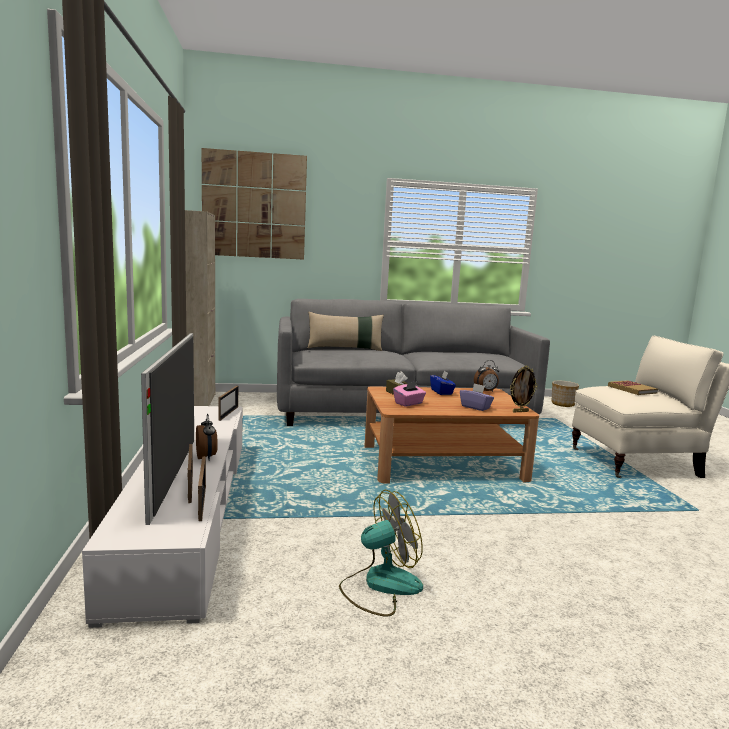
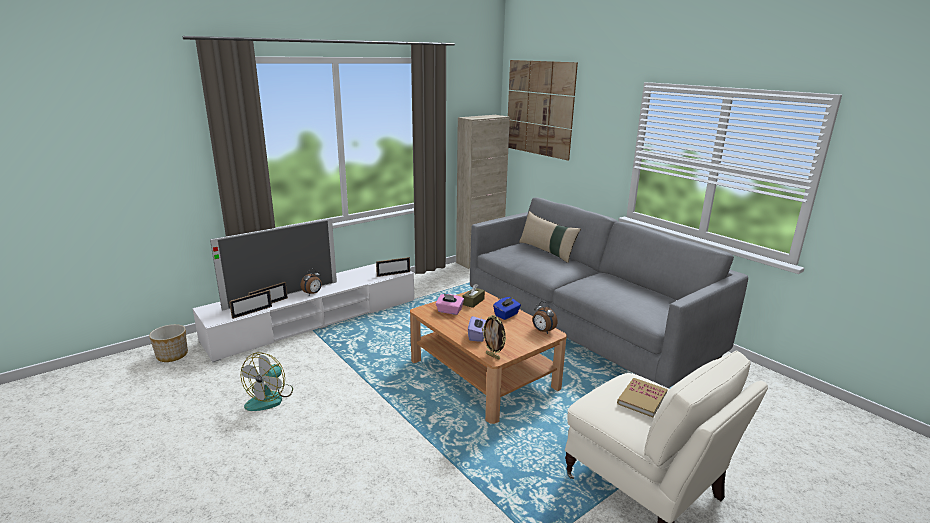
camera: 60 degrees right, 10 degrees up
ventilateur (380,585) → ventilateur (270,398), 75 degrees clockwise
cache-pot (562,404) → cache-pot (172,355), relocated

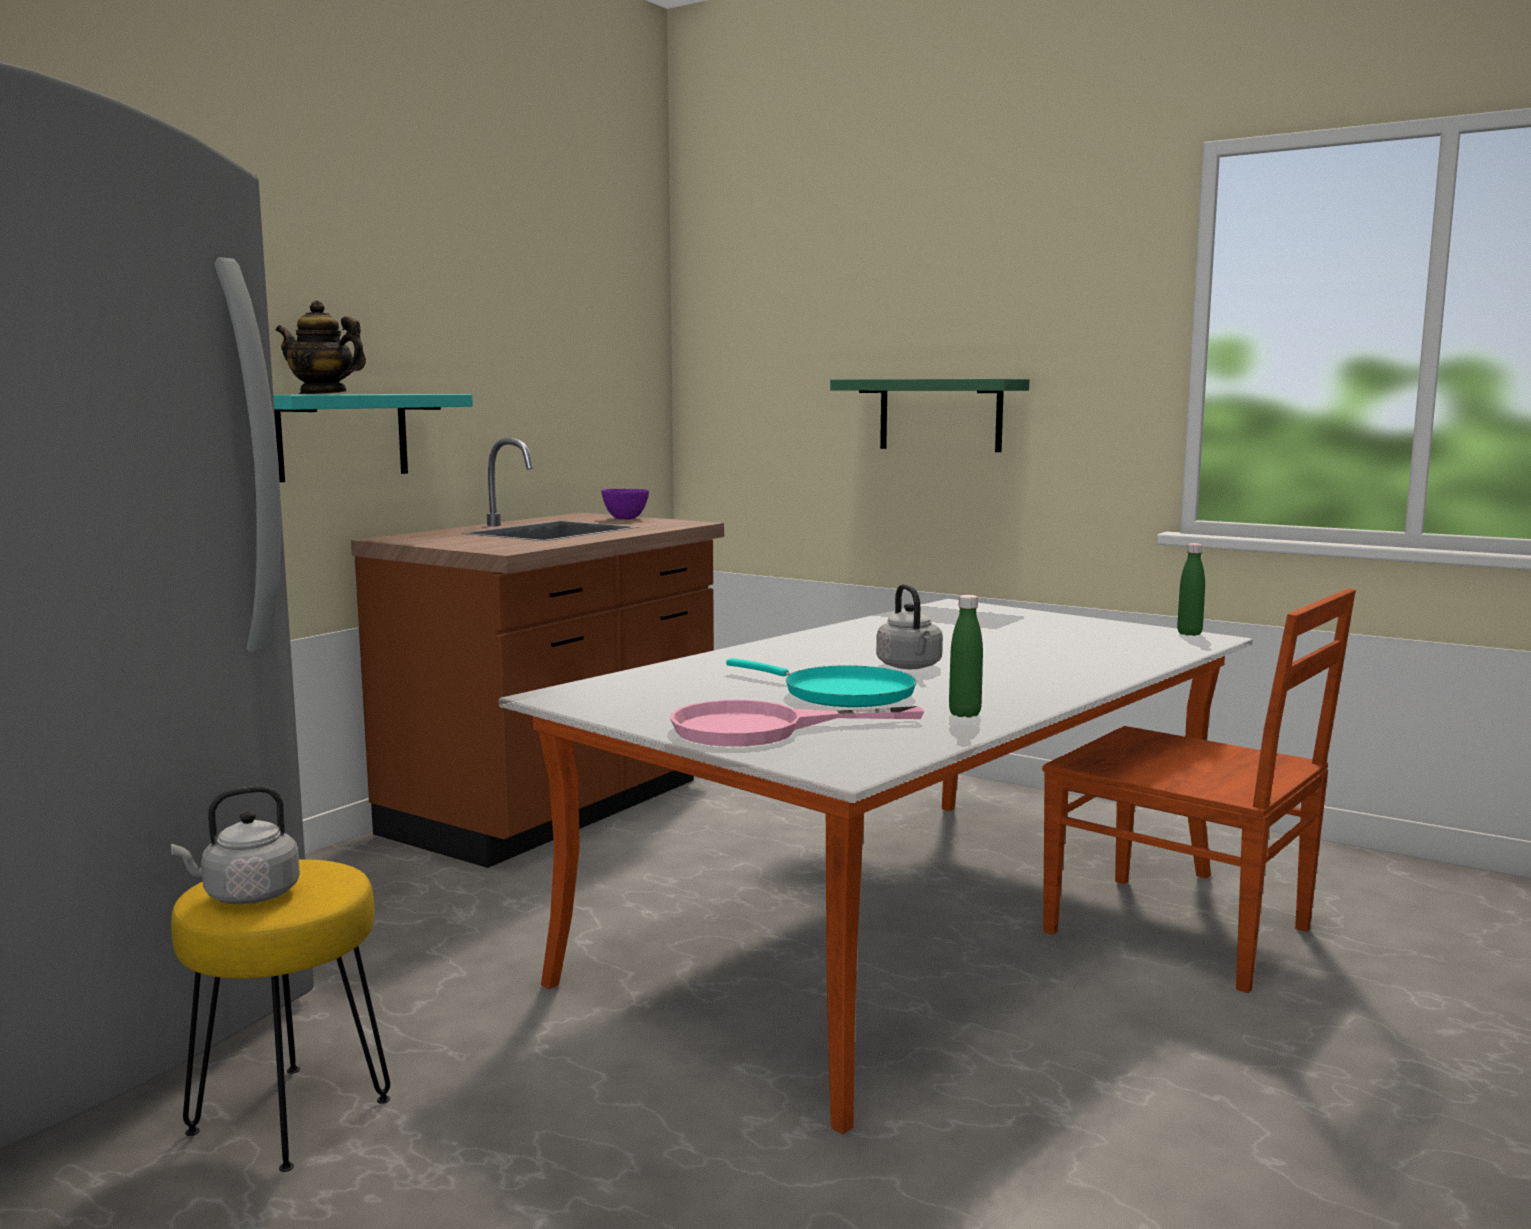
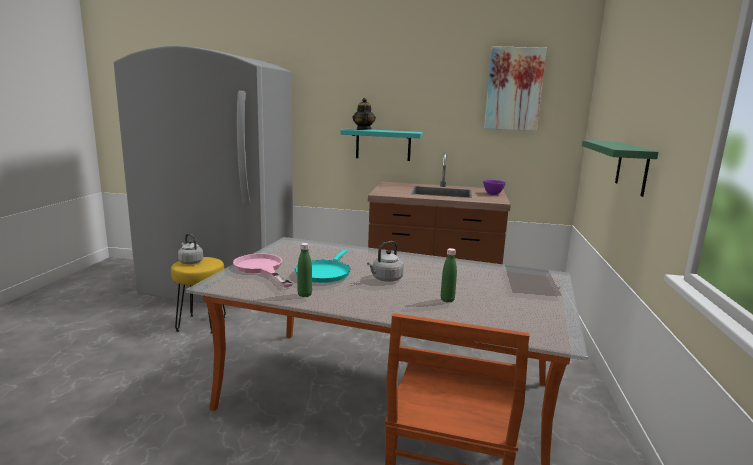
camera: 65 degrees right, 5 degrees up
bouteille (vert) (1189,633) → bouteille (vert) (447,300), relocated
- → tableau (514,89)

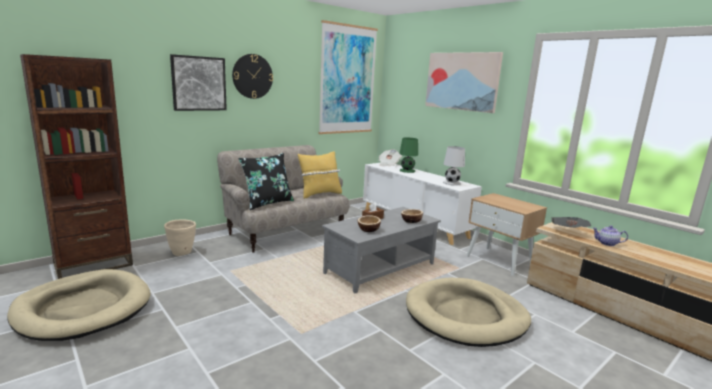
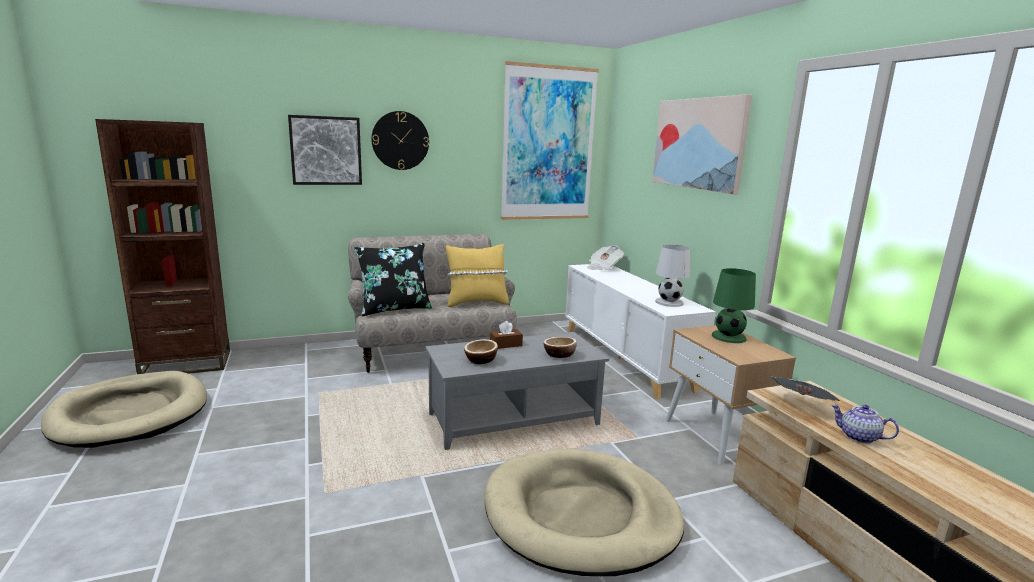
camera: 20 degrees right, 0 degrees up
cache-pot (beige) (182,252) → -
lampe de table (vert) (407,171) → lampe de table (vert) (728,337), relocated

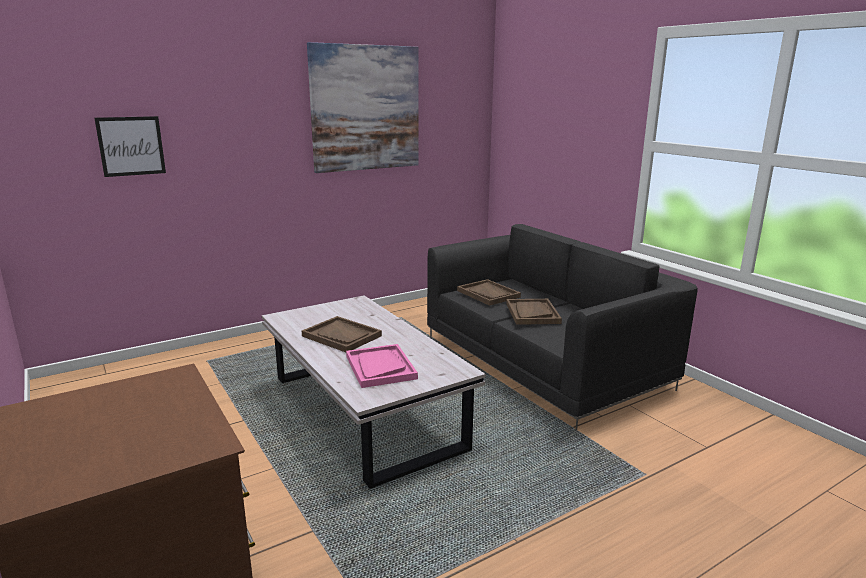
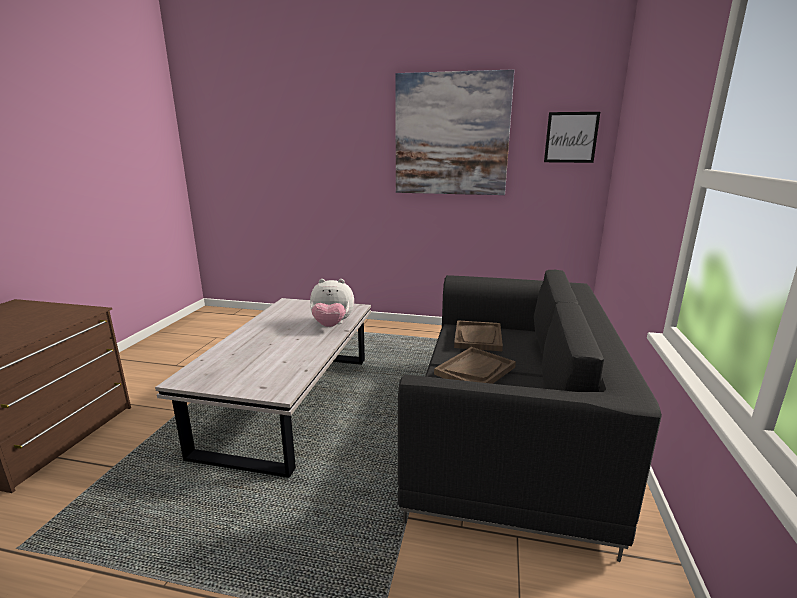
camera: 45 degrees right, 0 degrees up
tableau (131,146) → tableau (571,137), relocated
plateau (marron) (342,336) → -
plateau (rose) (380,367) → -
- → peluche (332,325)

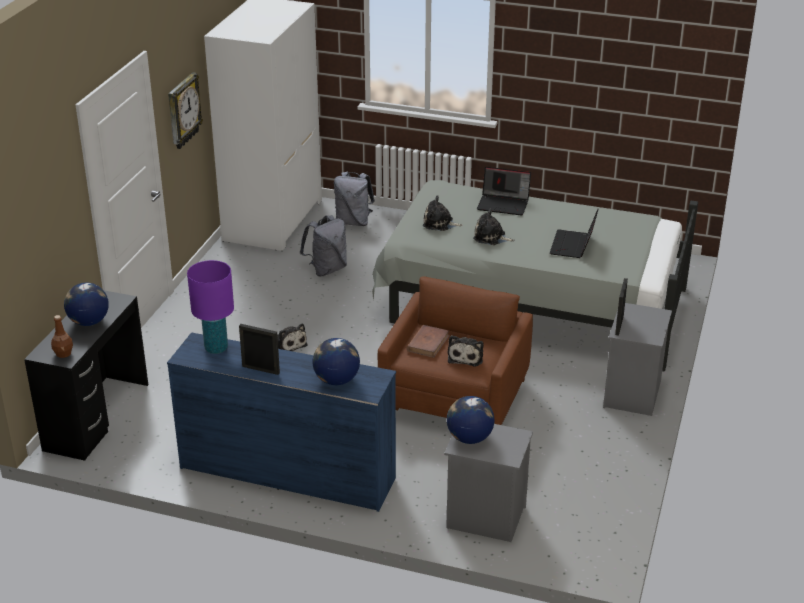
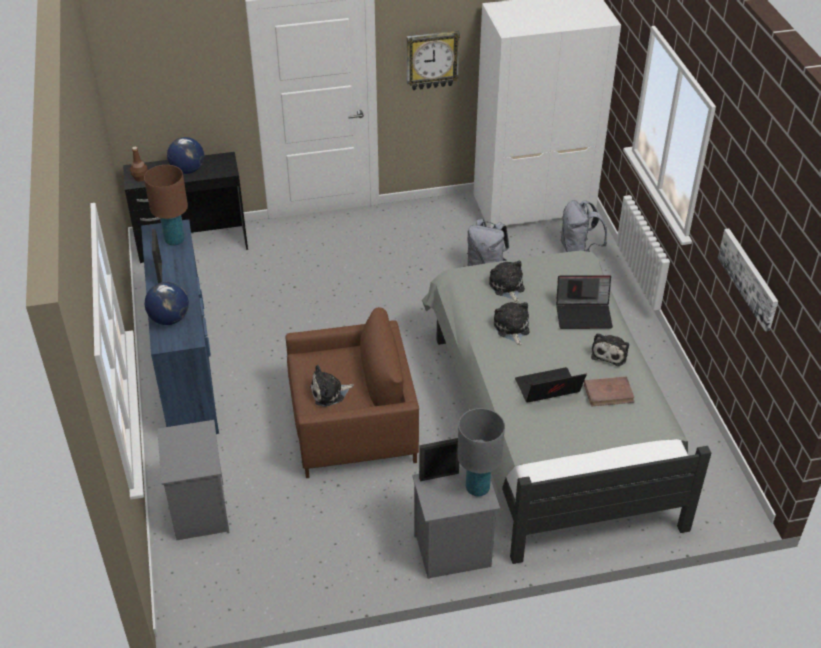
camera: 60 degrees right, 10 degrees up
lampe de table (violet) (216,348) → lampe de table (marron) (174,240)
peluche (288,344) → peluche (610,353), relocated
livre (marron) (428,343) → livre (marron) (608,393), relocated
globe (469,438) → -
ordinateur portable (504,204) → ordinateur portable (584,314), 75 degrees counterclockwise
- → lampe de table (gris) (477,488)
- → tableau (749,278)

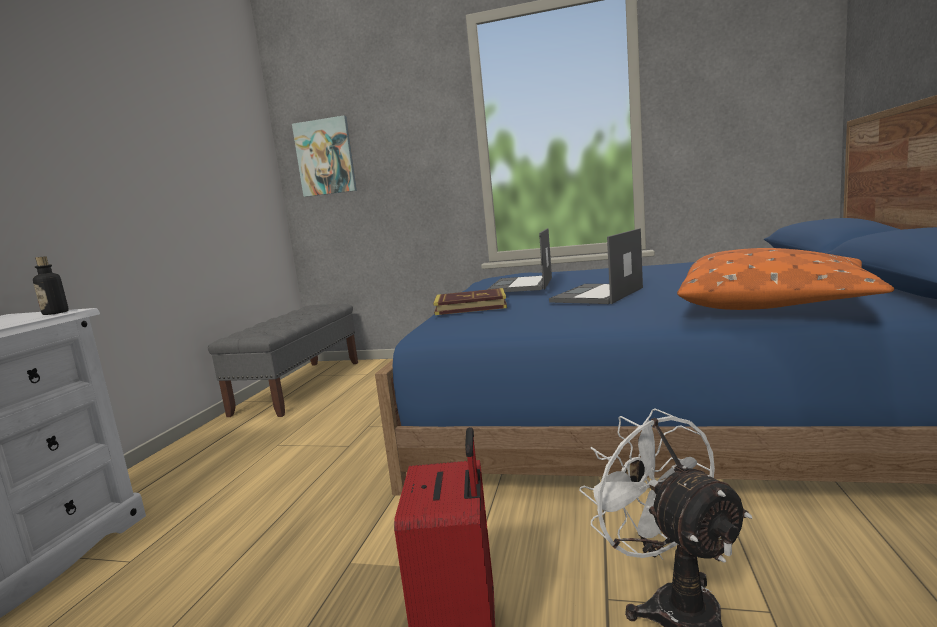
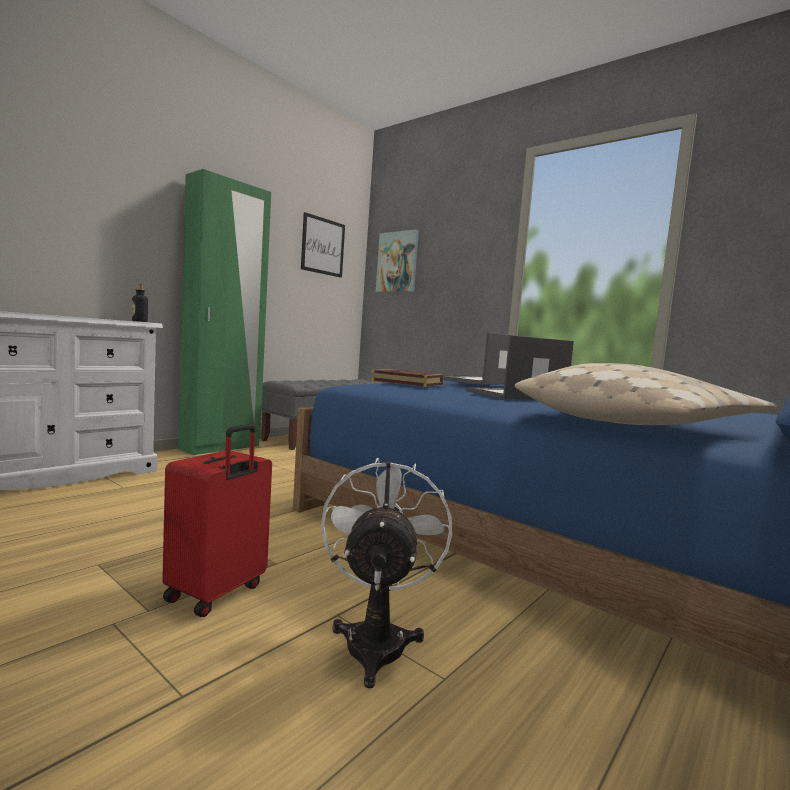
camera: 25 degrees right, 5 degrees down
coussin (orange) (774,304) → coussin (beige) (637,425)
- → armoire (vert) (220,447)
- → tableau (323,246)

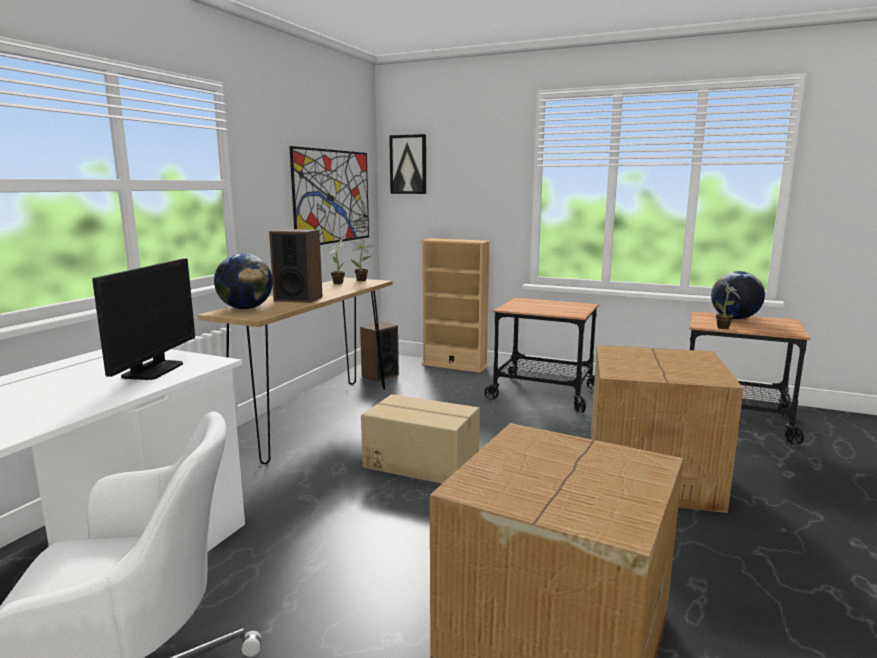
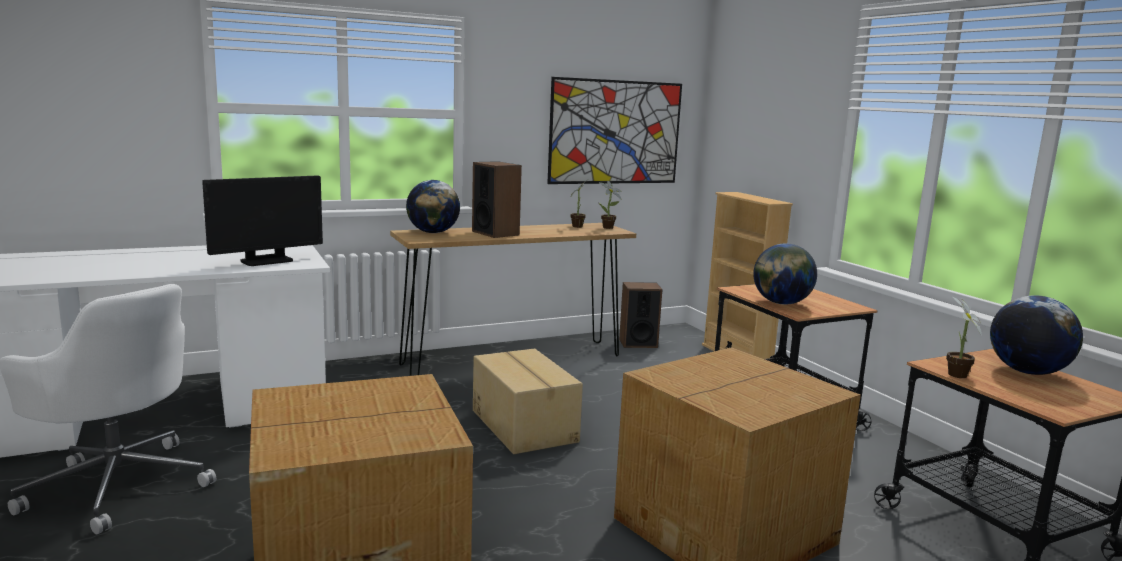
camera: 40 degrees right, 0 degrees up
tableau (408,164) → -
- → globe (781,303)

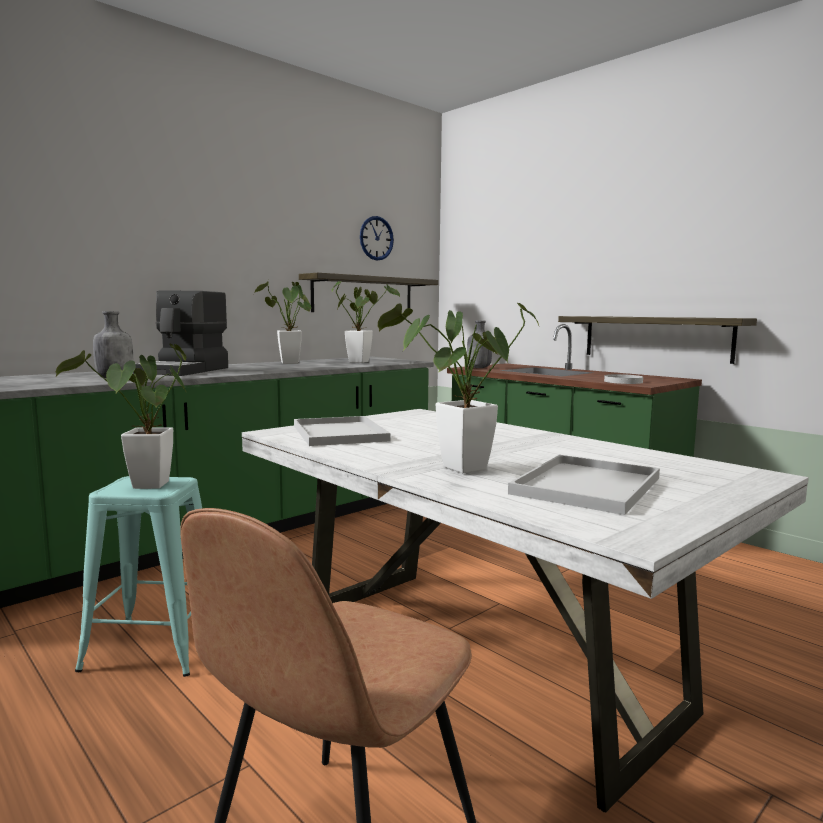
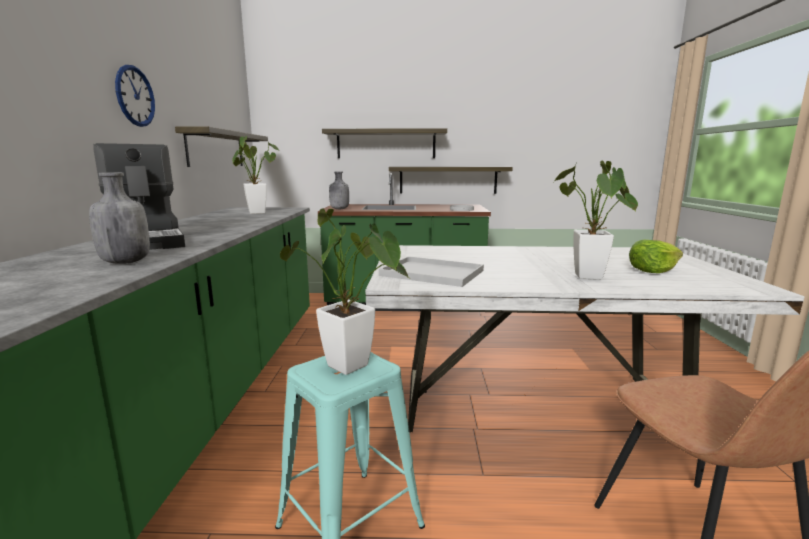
camera: 45 degrees left, 5 degrees up
plante en pot (290,363) → -
horloge murale (376,238) → horloge murale (135,96), relocated
plateau (blanc) (586,485) → laitue (652,270)
- → étagère (386,144)

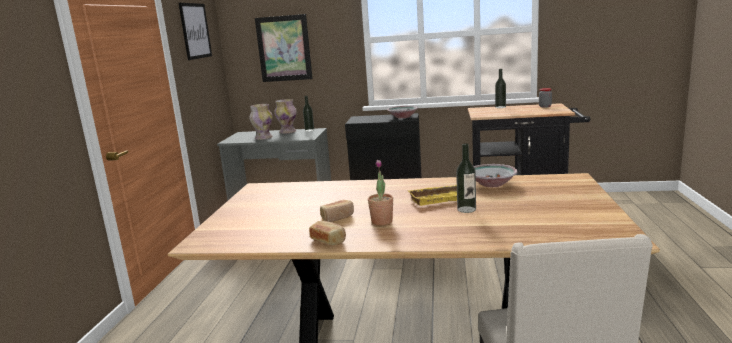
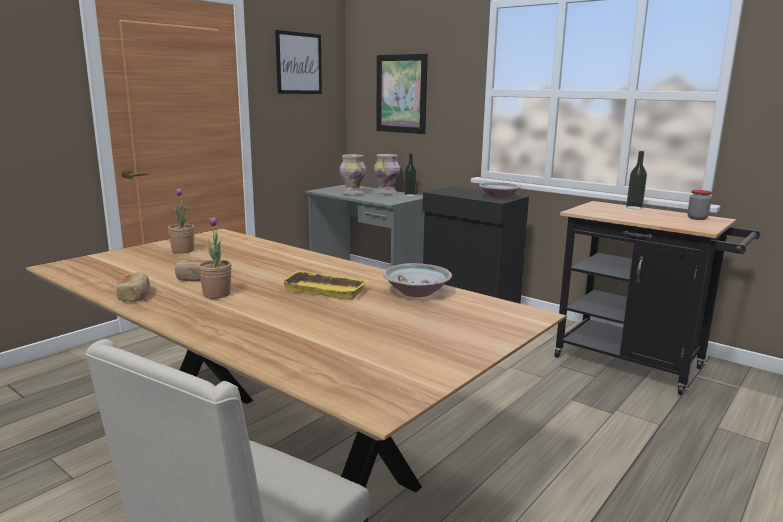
camera: 30 degrees right, 0 degrees up
bouteille (466,209) → -
- → plante en pot (183,250)

